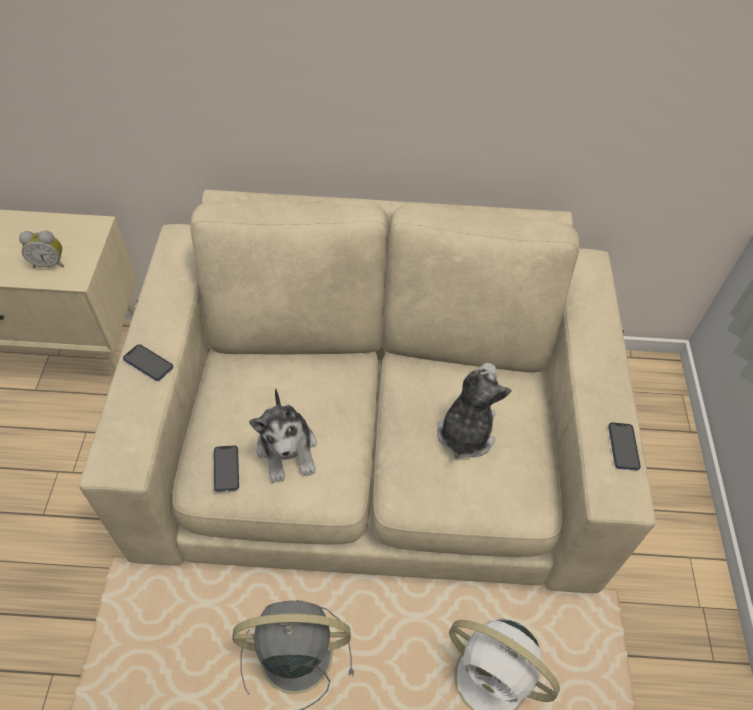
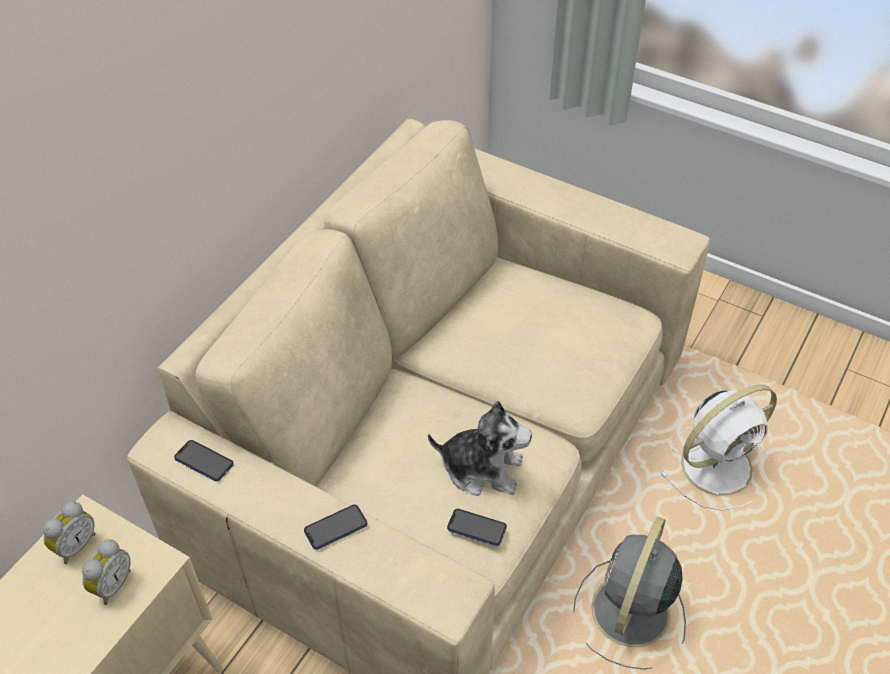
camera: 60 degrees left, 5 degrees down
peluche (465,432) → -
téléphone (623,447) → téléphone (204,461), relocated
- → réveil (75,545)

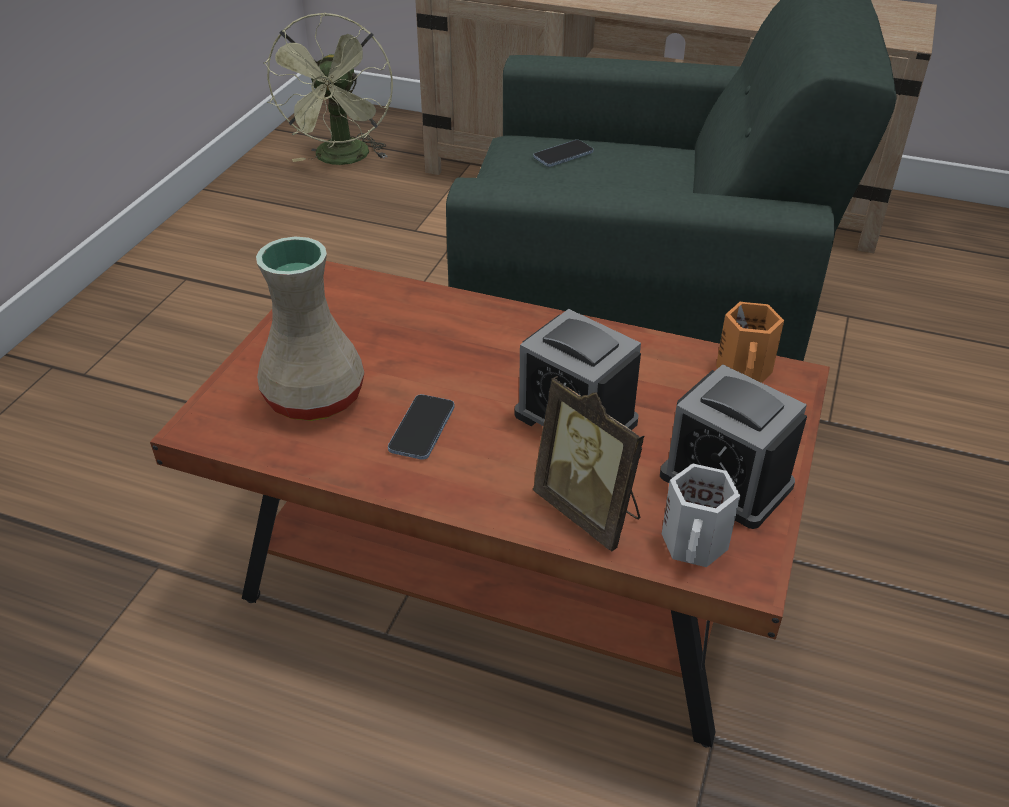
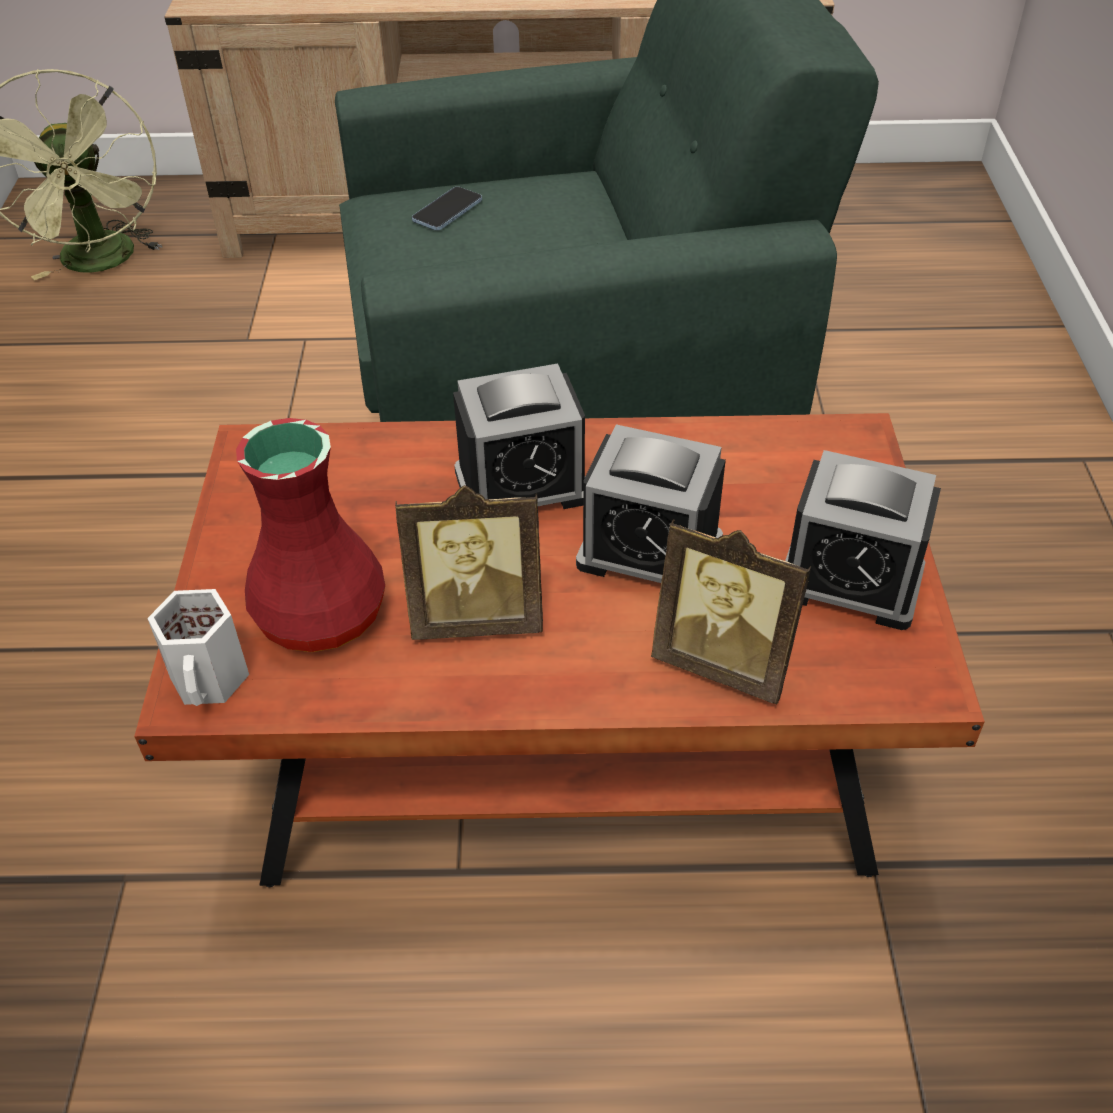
camera: 20 degrees left, 5 degrees up
vase (beige) (316,399) → vase (rouge) (324,615)
téléphone (422,429) → cadre photo (477,617)
mug (blanc) (696,544) → mug (blanc) (211,679), relocated
mug (orange) (746,371) → -
- → réveil (522,485)

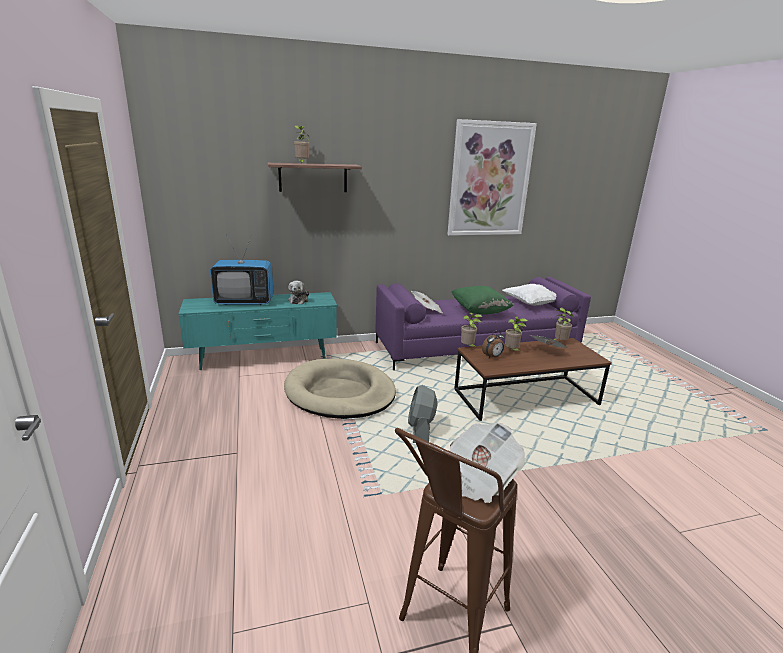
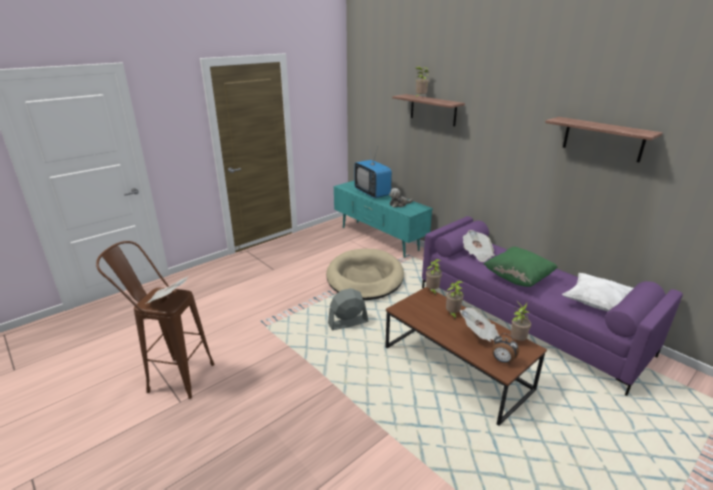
camera: 65 degrees right, 5 degrees up
tableau (490,180) → étagère (603,139)
réveil (492,357) → réveil (502,361), relocated

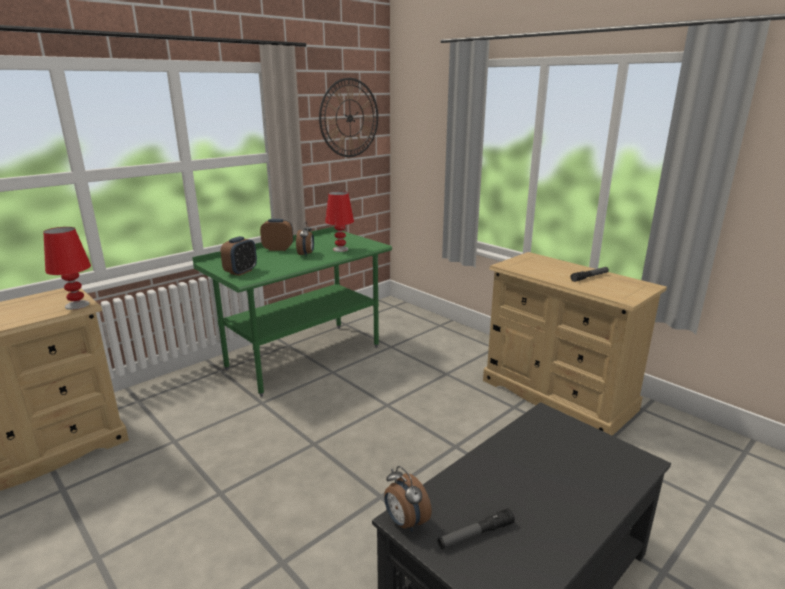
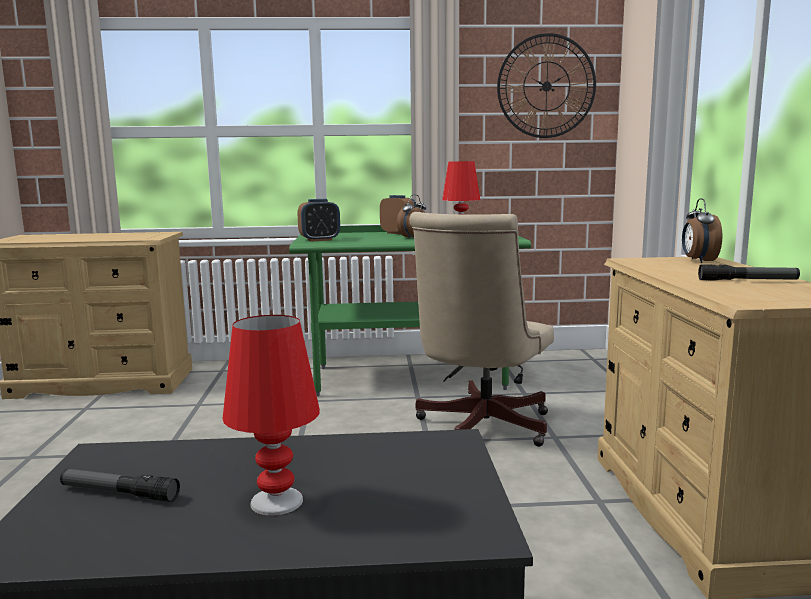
camera: 40 degrees right, 10 degrees down
lampe de table (rouge) (77,305) → lampe de table (rouge) (276,501), relocated
réveil (405,522) → réveil (698,261), relocated
- → chaise de bureau (beige) (479,428)

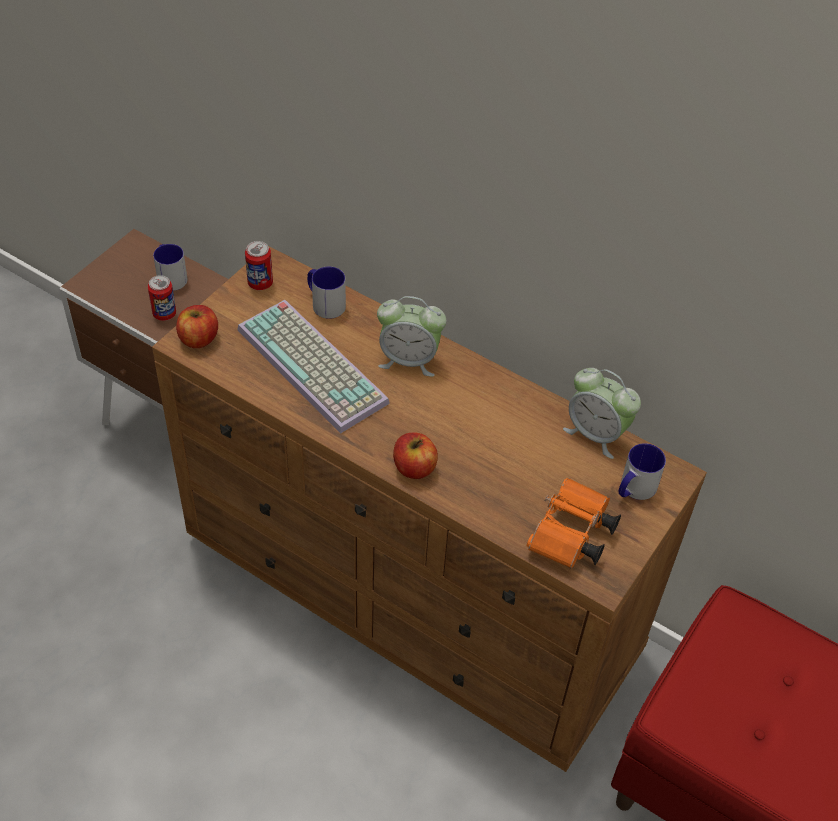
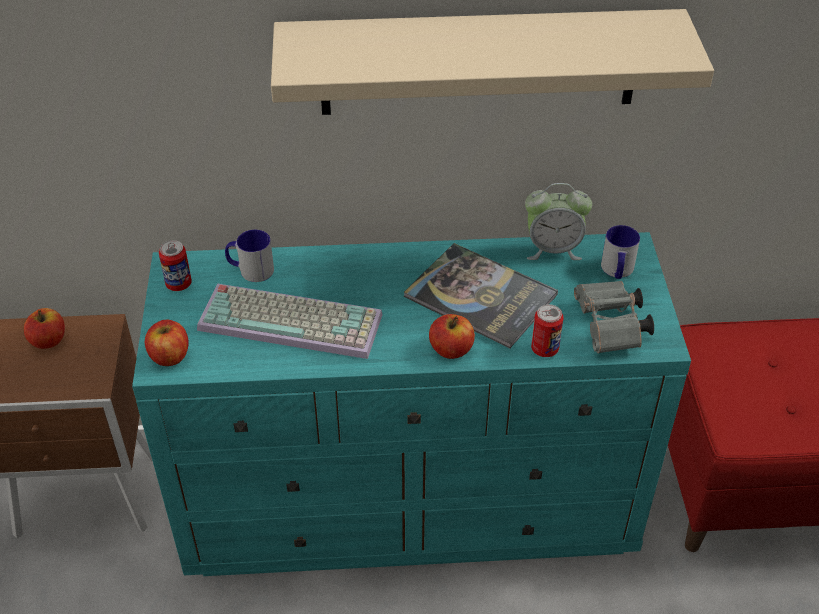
camera: 35 degrees left, 5 degrees down
boîte métallique (164,314) → boîte métallique (544,349), relocated
commode (marron) (412,595) → commode (turquoise) (412,503)
mug (170,276) → pomme (48,340)
réveil (409,360) → -
jumelles (orange) (570,536) → jumelles (gris) (610,328)
- → étagère (beige) (479,62)
- → livre (480,296)

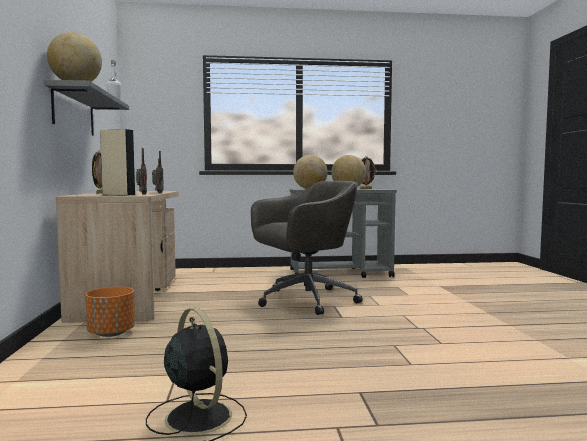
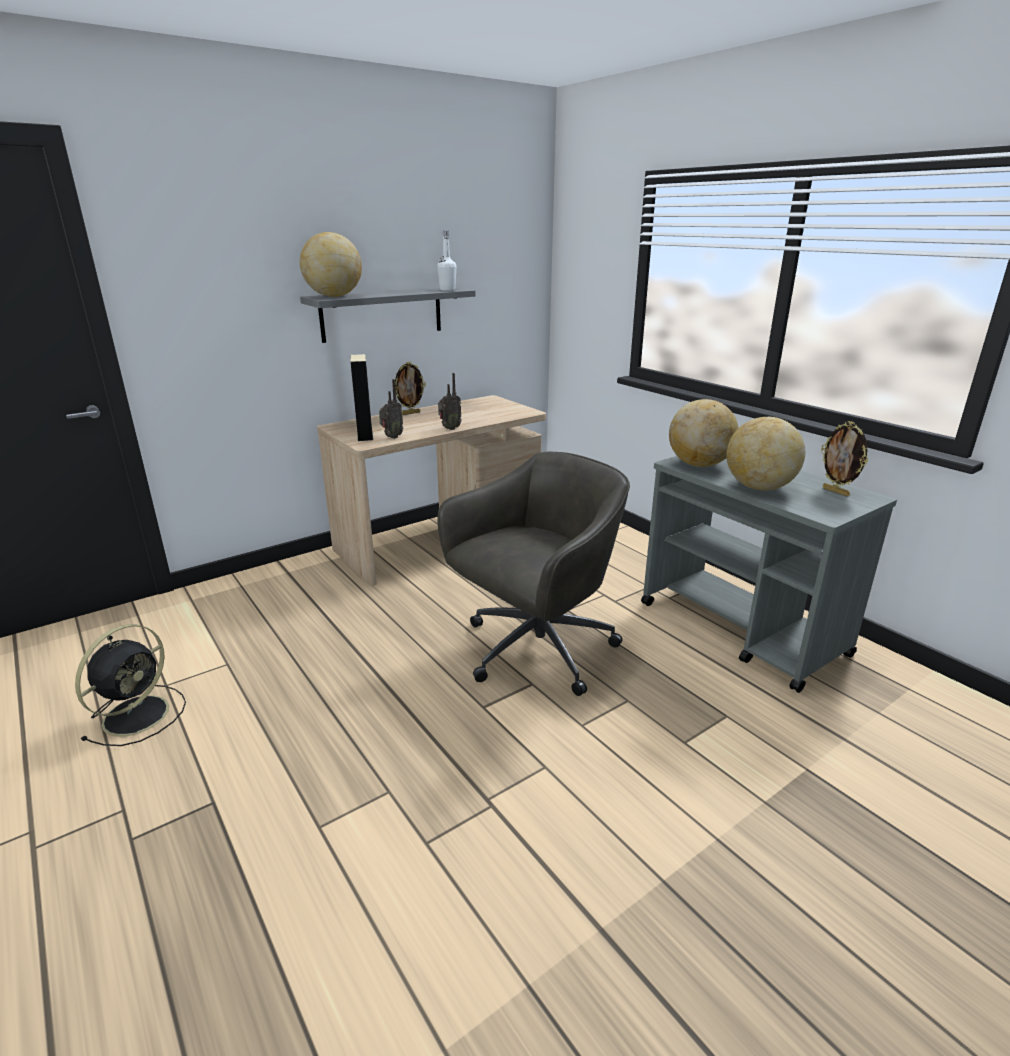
camera: 60 degrees right, 20 degrees up
cache-pot (orange) (111,333) → -
chaise de bureau (gris) (304,300) → chaise de bureau (gris) (535,650), 75 degrees counterclockwise

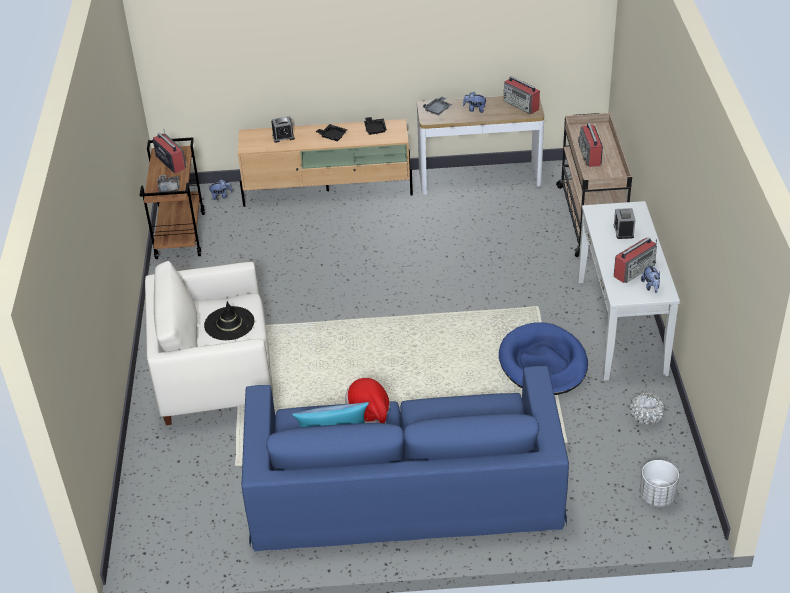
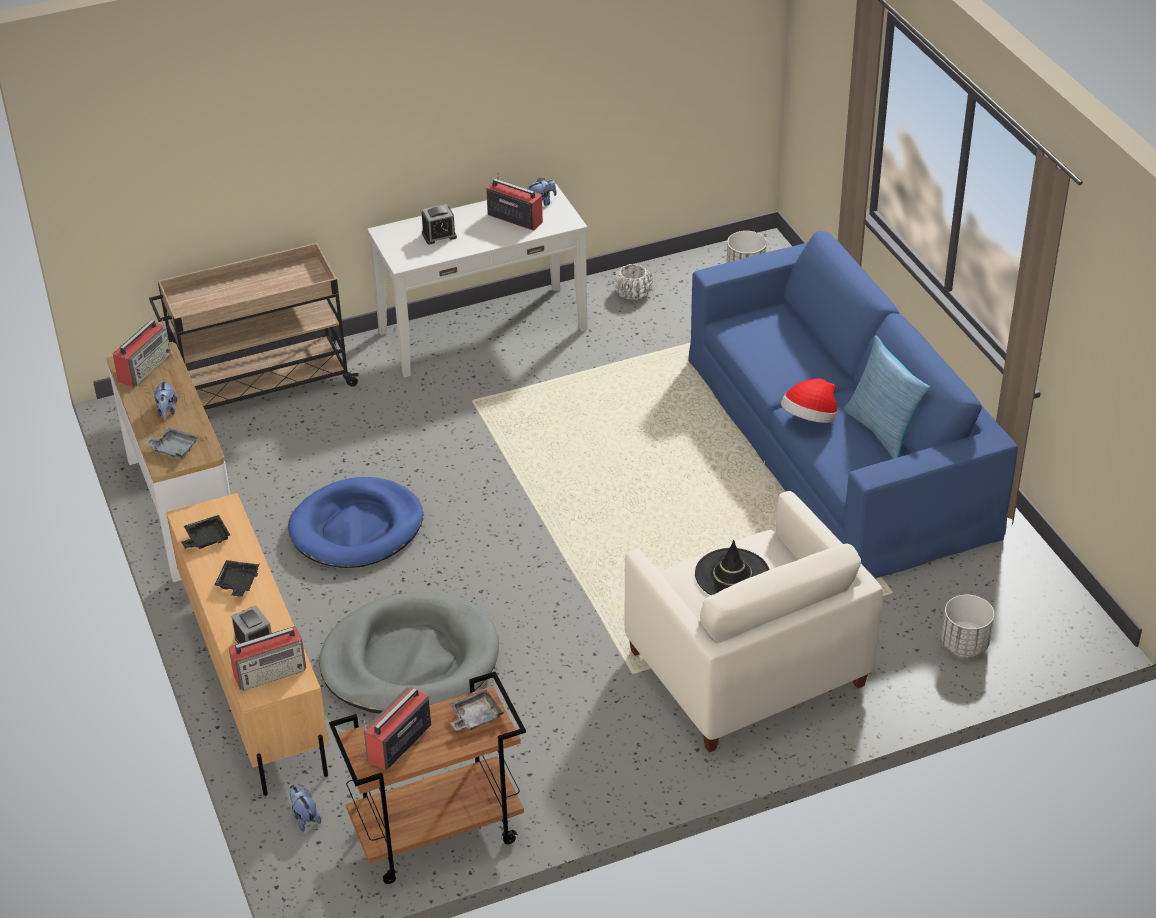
camera: 110 degrees left, 0 degrees up
panier pour chien (bleu) (543,363) → panier pour chien (bleu) (357,528), relocated
radio (590,155) → radio (271,672), relocated
- → panier pour chien (gris) (410,660)
- → cache-pot (blanc) (964,644)

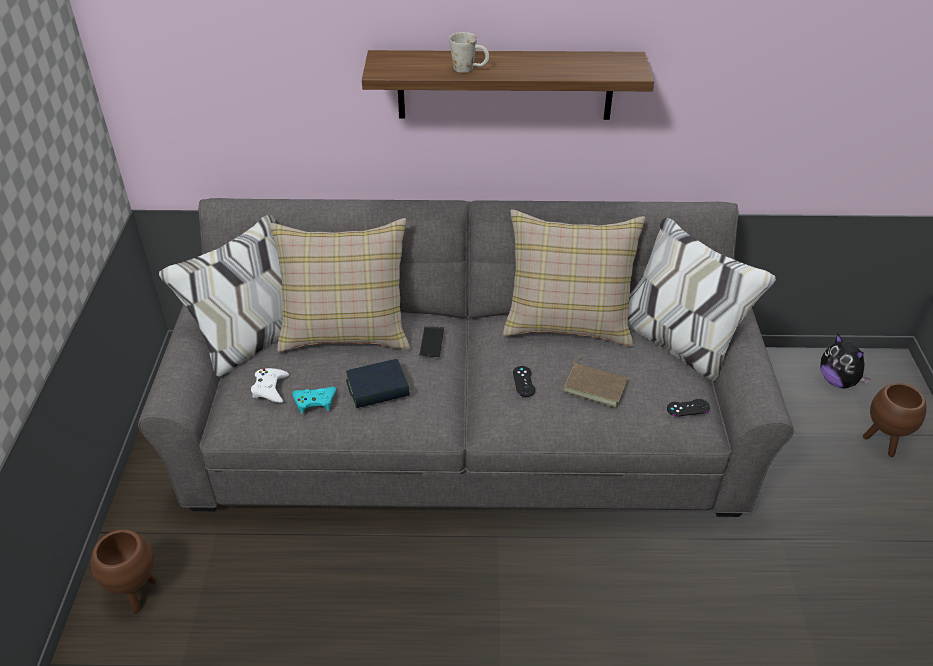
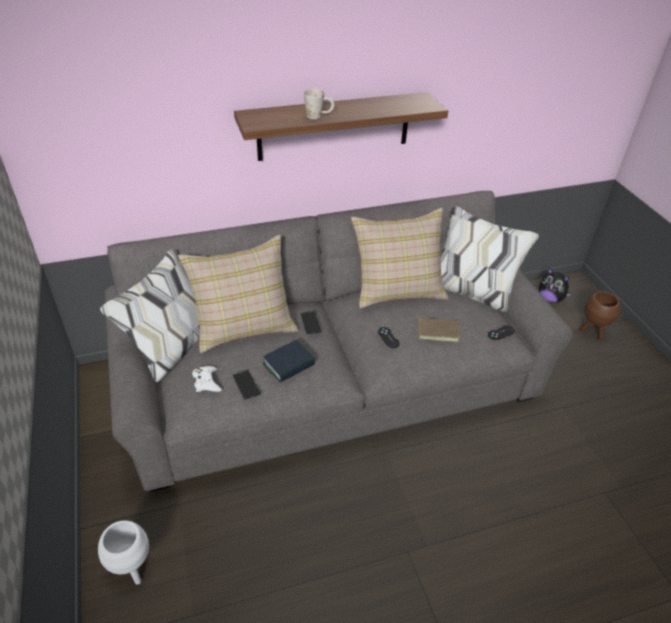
camera: 20 degrees left, 0 degrees up
cache-pot (marron) (136,593) → cache-pot (blanc) (132,568)
manette (turquoise) (315,402) → téléphone (246,384)

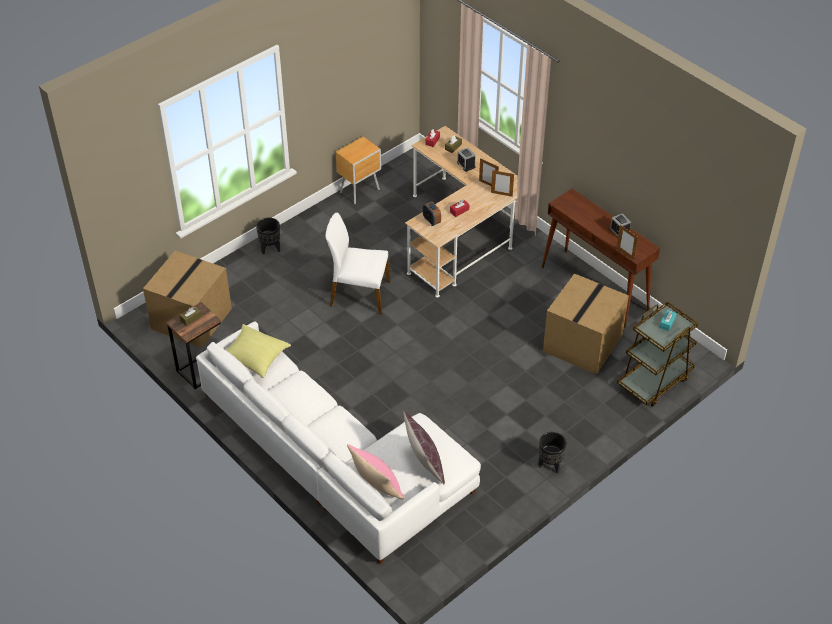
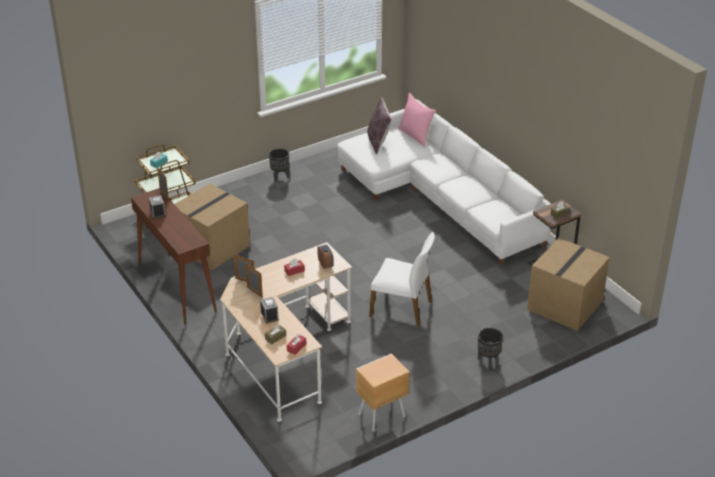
camera: 170 degrees left, 10 degrees down
coussin (jaune) (254,358) → -

